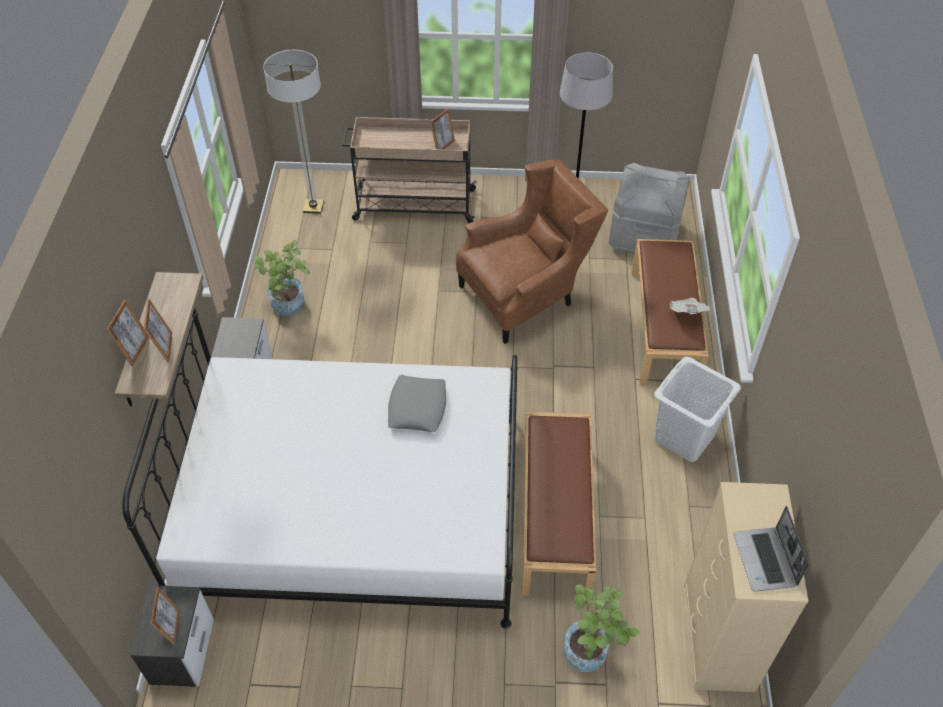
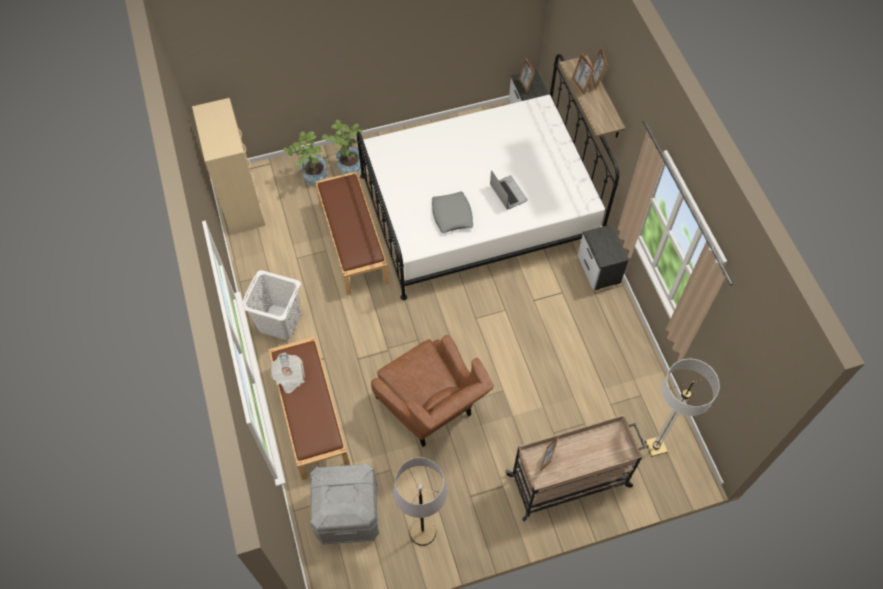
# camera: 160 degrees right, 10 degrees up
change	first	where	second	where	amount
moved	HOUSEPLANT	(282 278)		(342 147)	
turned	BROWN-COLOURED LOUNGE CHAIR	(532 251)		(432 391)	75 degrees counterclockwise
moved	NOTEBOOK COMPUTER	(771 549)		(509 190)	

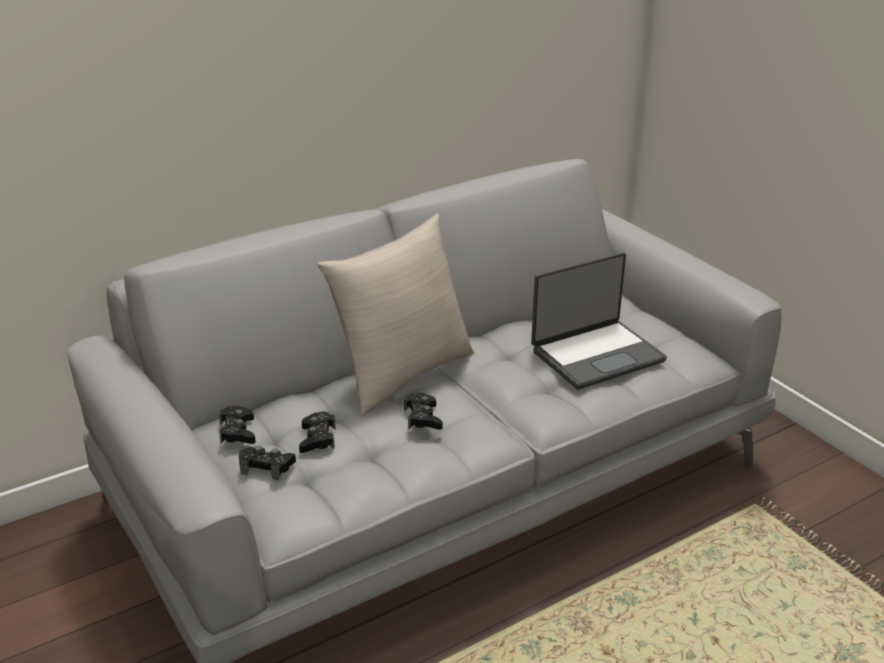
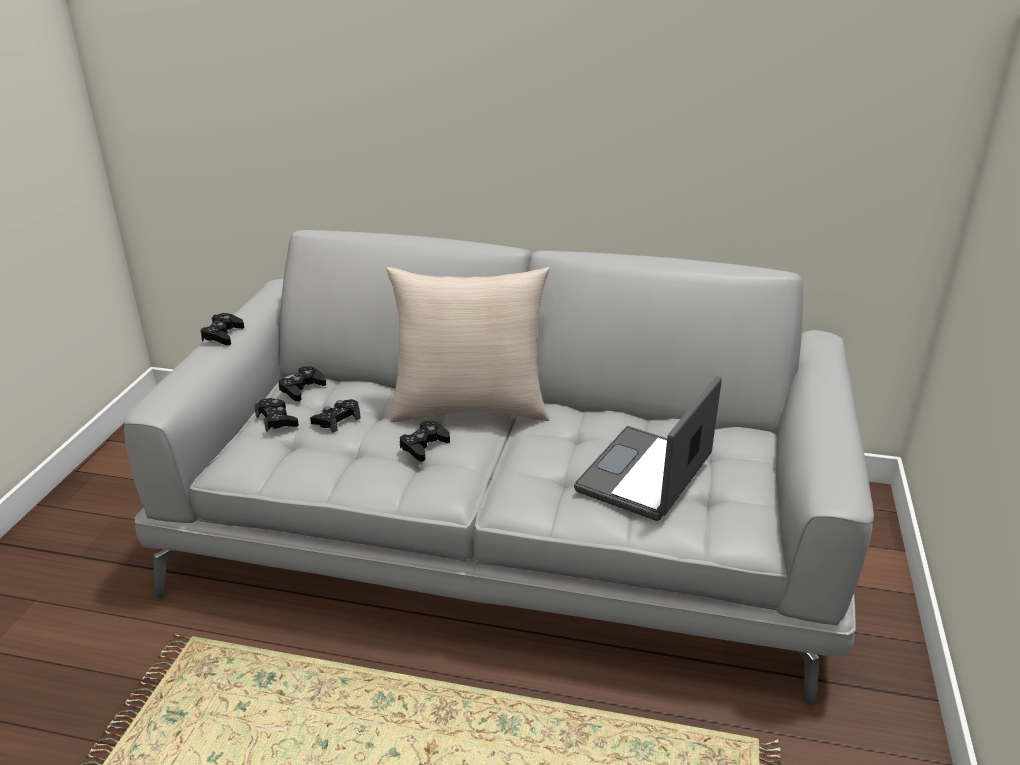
# camera: 45 degrees right, 0 degrees up
change	first	where	second	where	amount
turned	NOTEBOOK COMPUTER	(599 321)		(648 448)	105 degrees clockwise
added			BLACK-COLOURED GAME CONTROLLER	(222 329)	

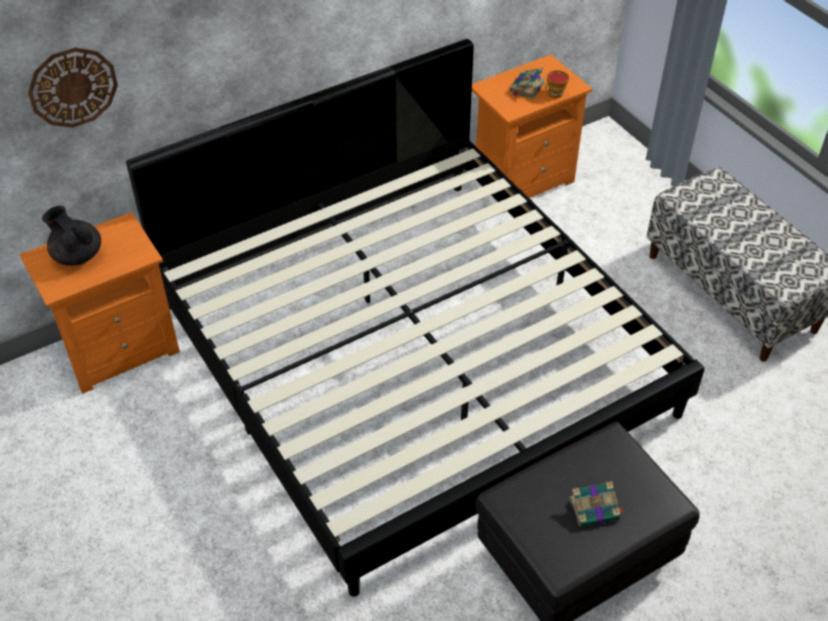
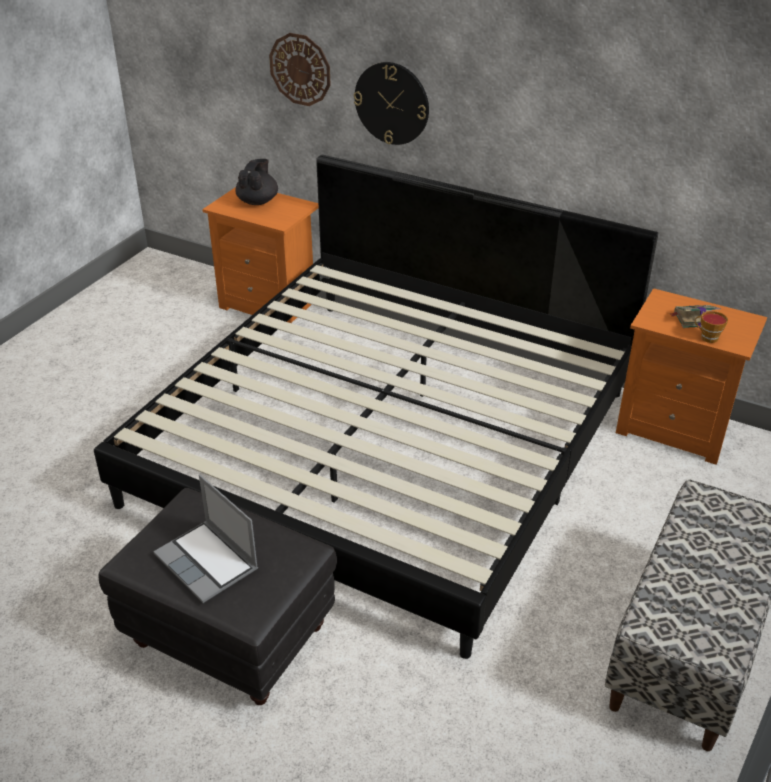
# camera: 60 degrees right, 10 degrees down
change	first	where	second	where	amount
replaced	BOOK	(597 504)	NOTEBOOK COMPUTER	(205 539)	
added			CLOCK ON THE WALL	(391 103)	

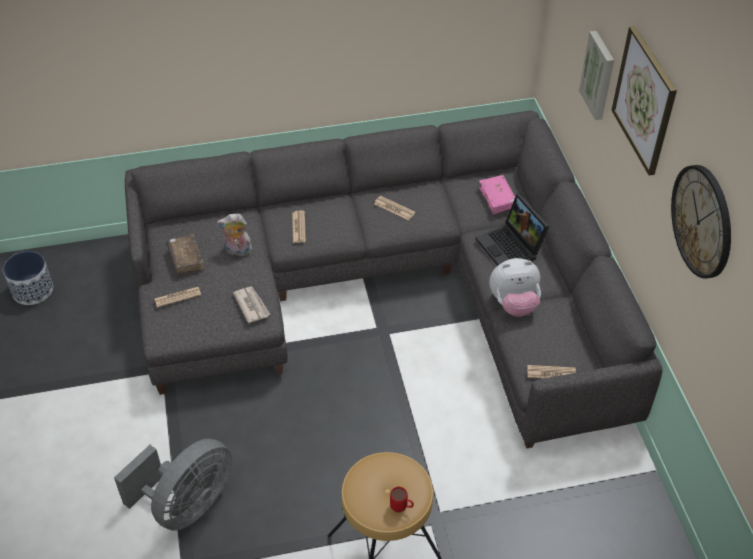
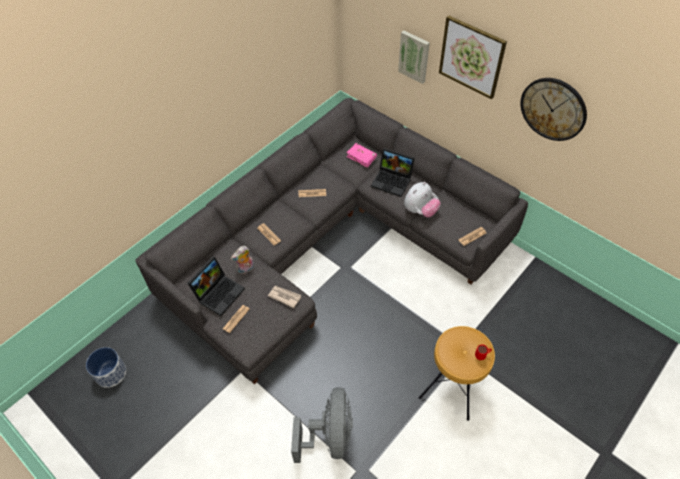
# camera: 35 degrees left, 5 degrees up
change	first	where	second	where	amount
replaced	BROWN-COLOURED BOOK	(185 254)	NOTEBOOK COMPUTER	(216 286)	

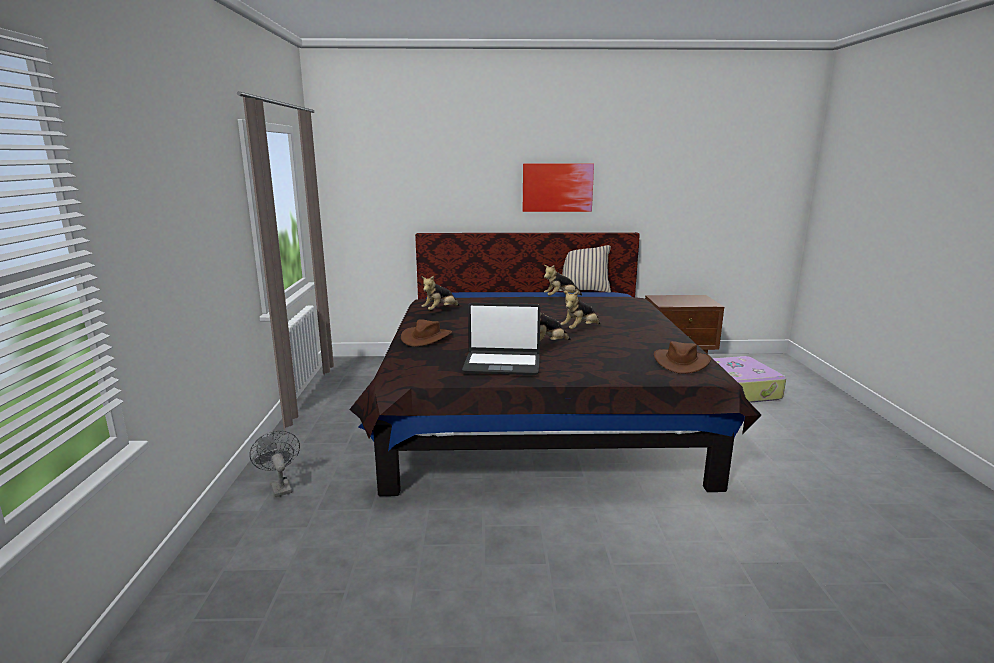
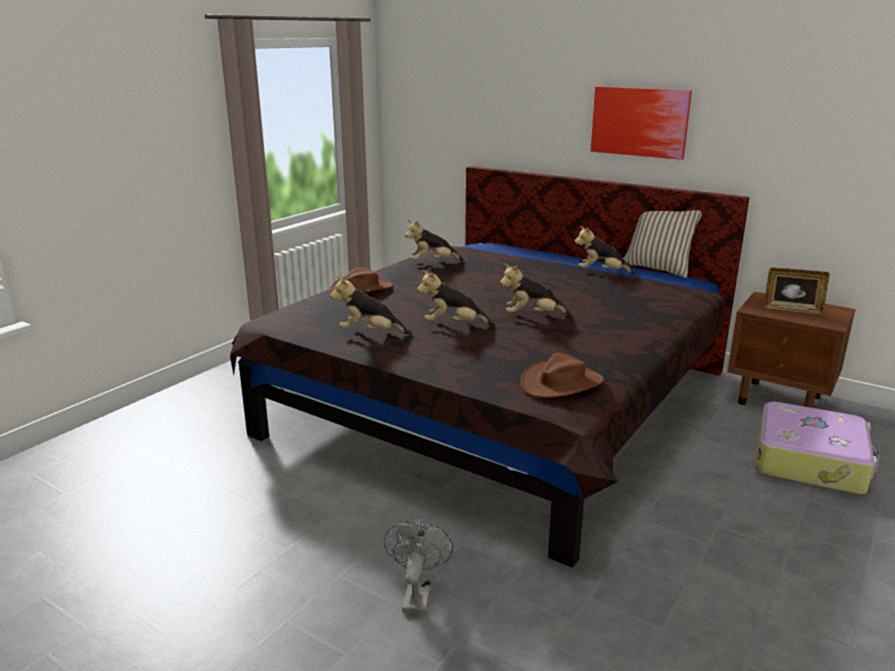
# camera: 35 degrees right, 5 degrees up
change	first	where	second	where	amount
moved	GRAY FAN	(274 463)		(418 567)	
replaced	NOTEBOOK COMPUTER	(501 339)	SOFT TOY	(371 305)	
added			PICTURE FRAME	(797 291)	

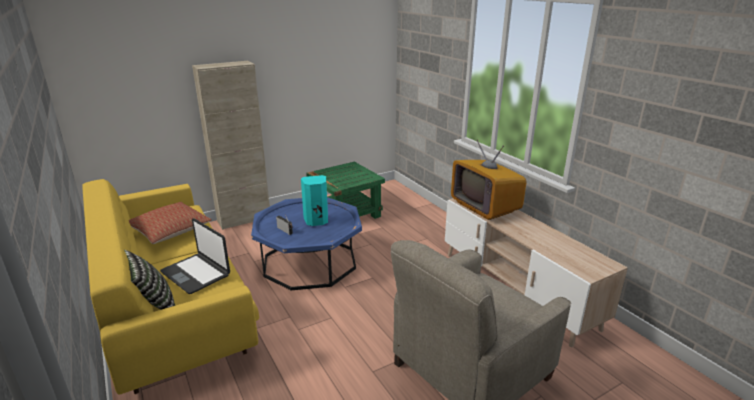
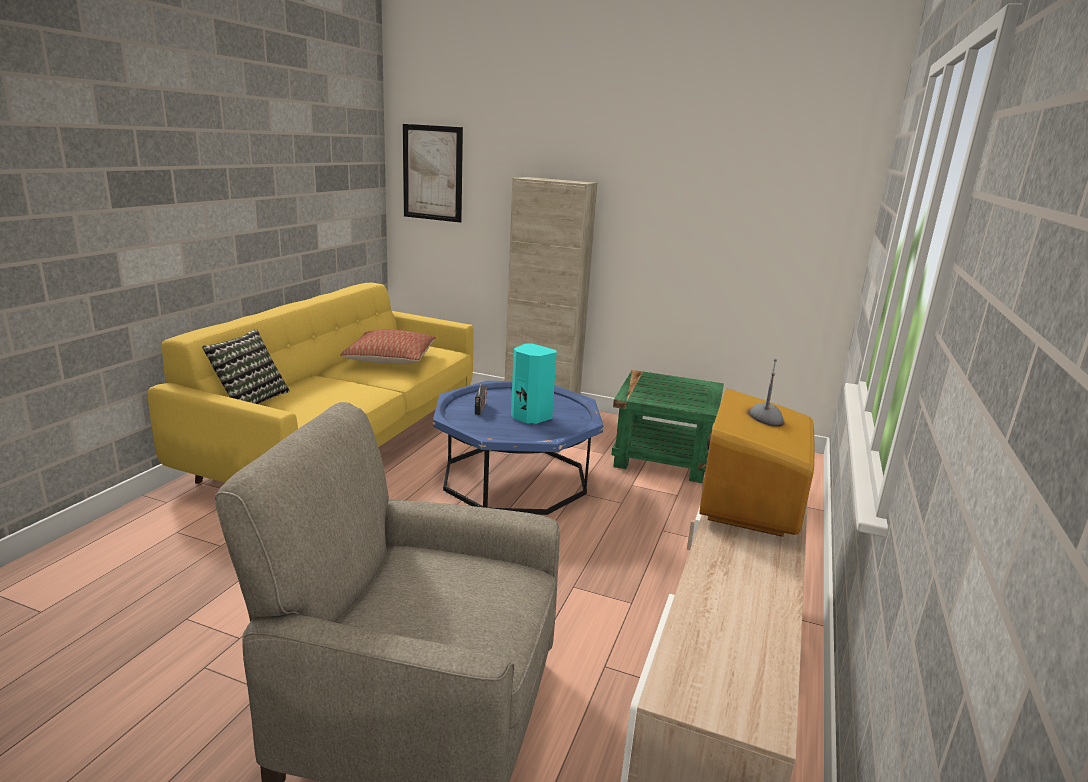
# camera: 50 degrees right, 5 degrees down
change	first	where	second	where	amount
removed	NOTEBOOK COMPUTER	(195 256)			
added			PICTURE	(433 173)	

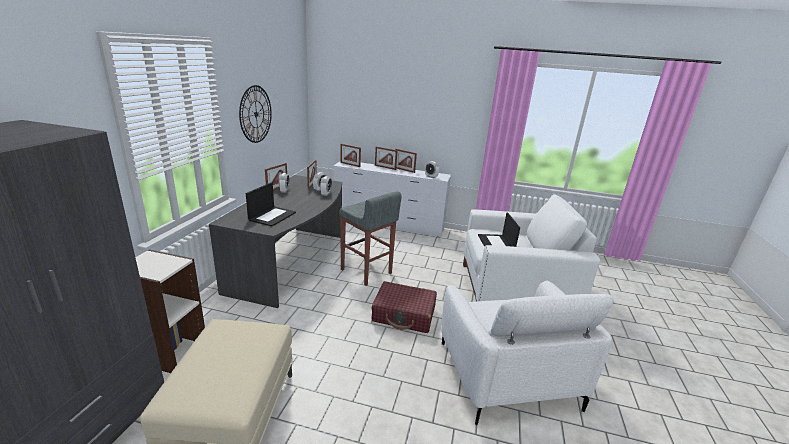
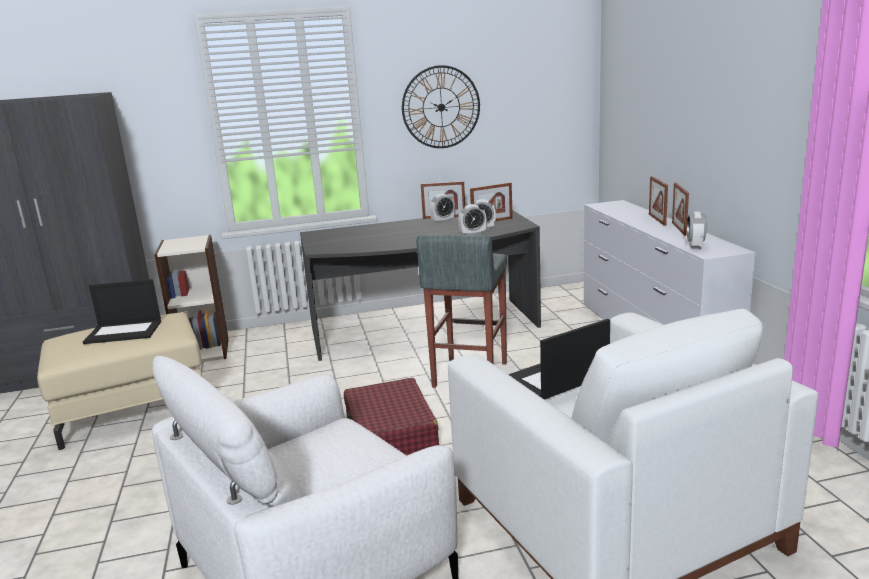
# camera: 65 degrees right, 5 degrees down
change	first	where	second	where	amount
moved	NOTEBOOK COMPUTER	(271 204)		(122 311)	
removed	PICTURE FRAME	(350 155)			

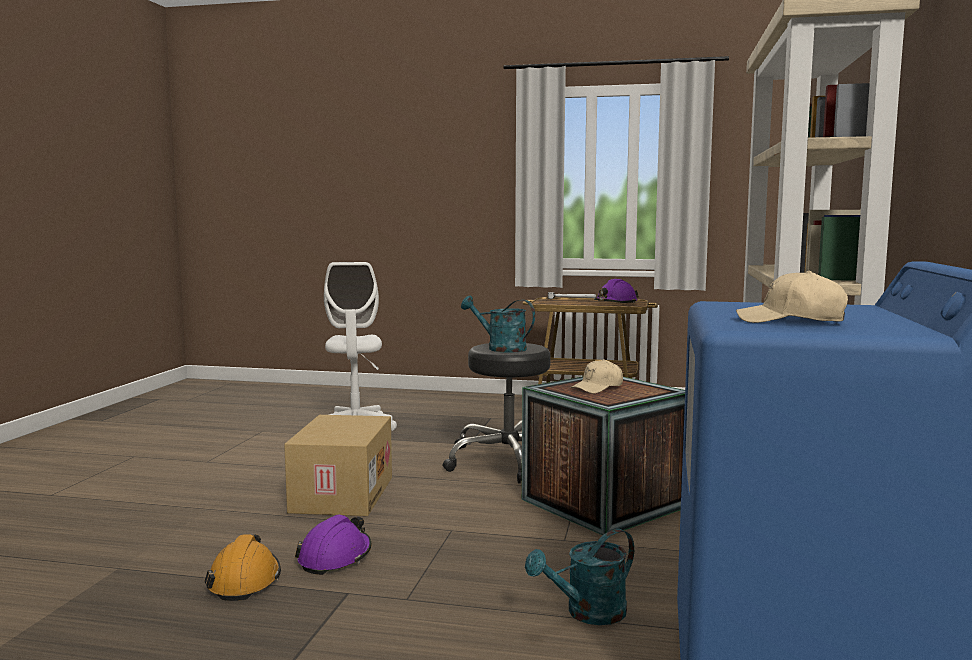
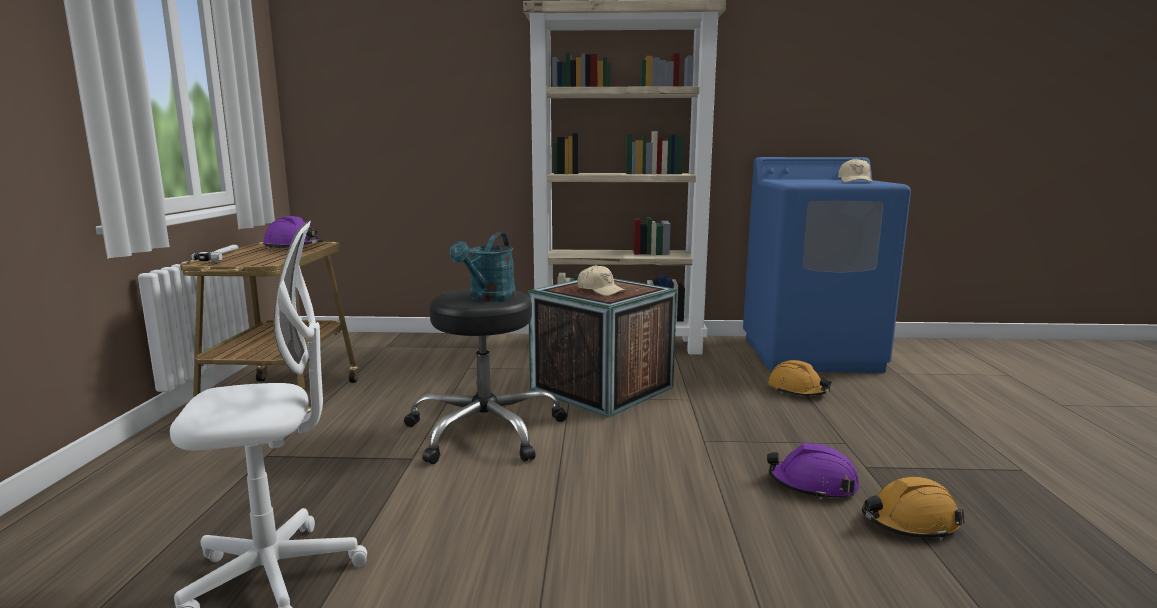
# camera: 100 degrees left, 5 degrees up
change	first	where	second	where	amount
removed	CARDBOARD BOX	(338 465)			
replaced	TURQUOISE-COLOURED WATERING POT	(579 577)	ORANGEY HARD HAT	(799 378)	

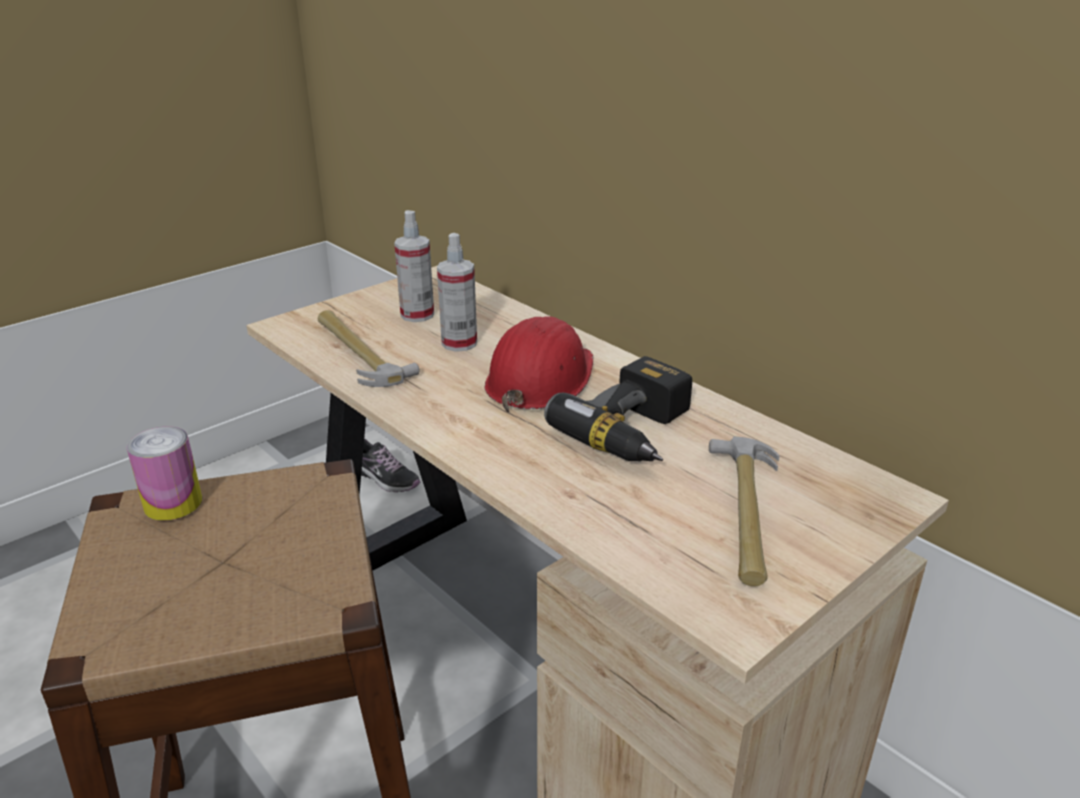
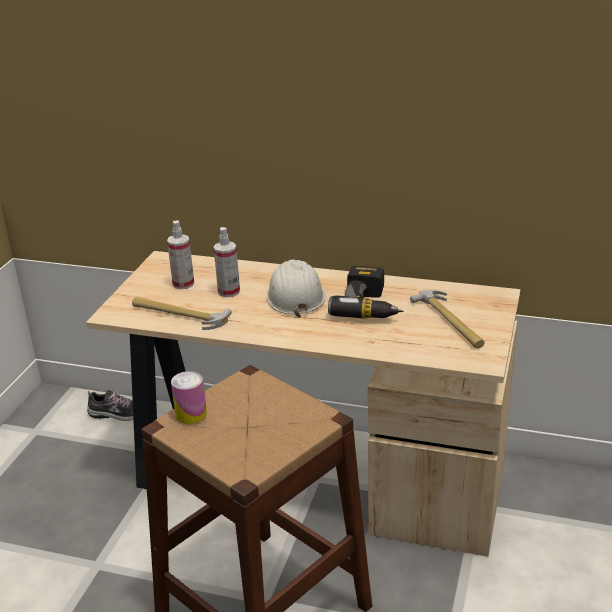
# camera: 30 degrees left, 0 degrees up
change	first	where	second	where	amount
recoloured	RED-COLOURED HARD HAT	(538 364)	WHITE-COLOURED HARD HAT	(296 288)	

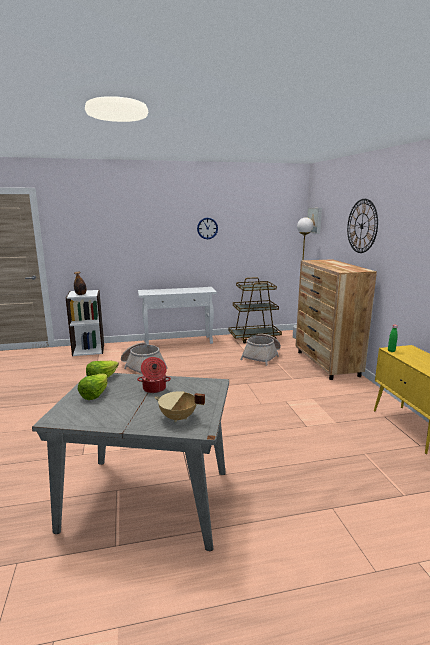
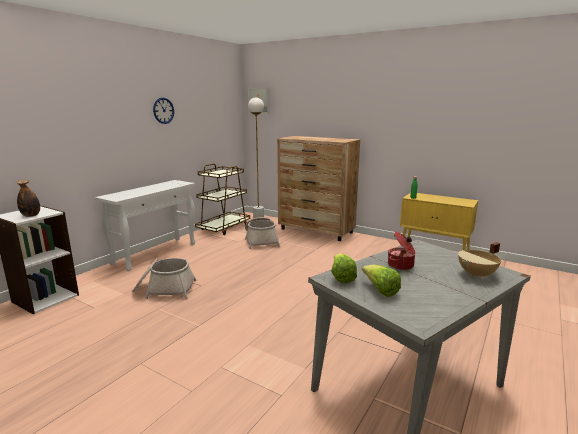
# camera: 45 degrees left, 0 degrees up
change	first	where	second	where	amount
removed	CLOCK ON THE WALL	(362 226)			

